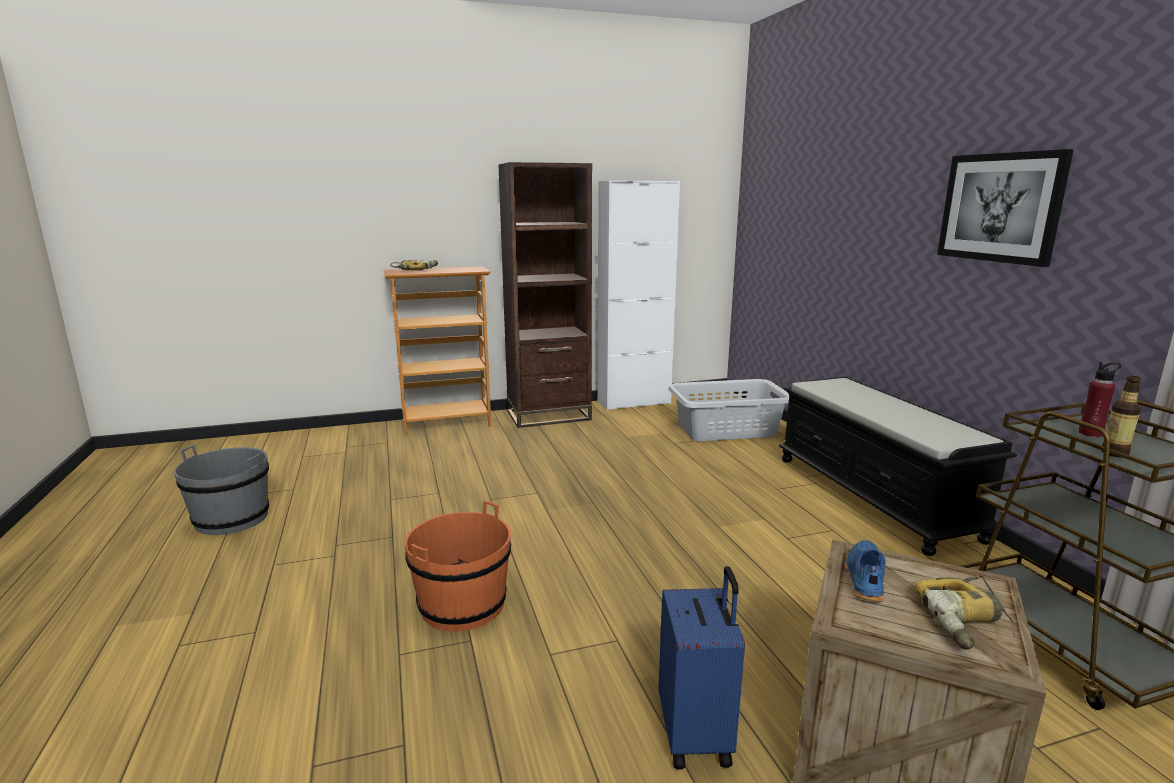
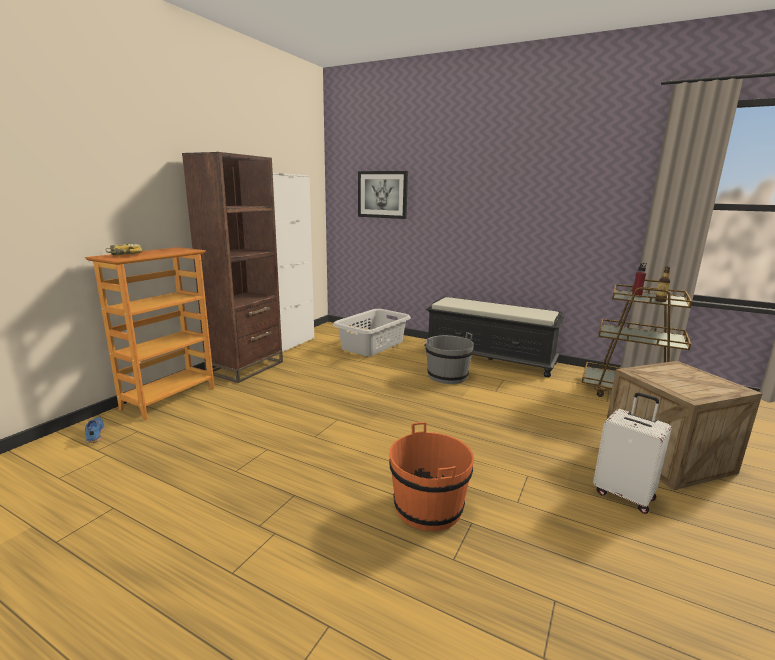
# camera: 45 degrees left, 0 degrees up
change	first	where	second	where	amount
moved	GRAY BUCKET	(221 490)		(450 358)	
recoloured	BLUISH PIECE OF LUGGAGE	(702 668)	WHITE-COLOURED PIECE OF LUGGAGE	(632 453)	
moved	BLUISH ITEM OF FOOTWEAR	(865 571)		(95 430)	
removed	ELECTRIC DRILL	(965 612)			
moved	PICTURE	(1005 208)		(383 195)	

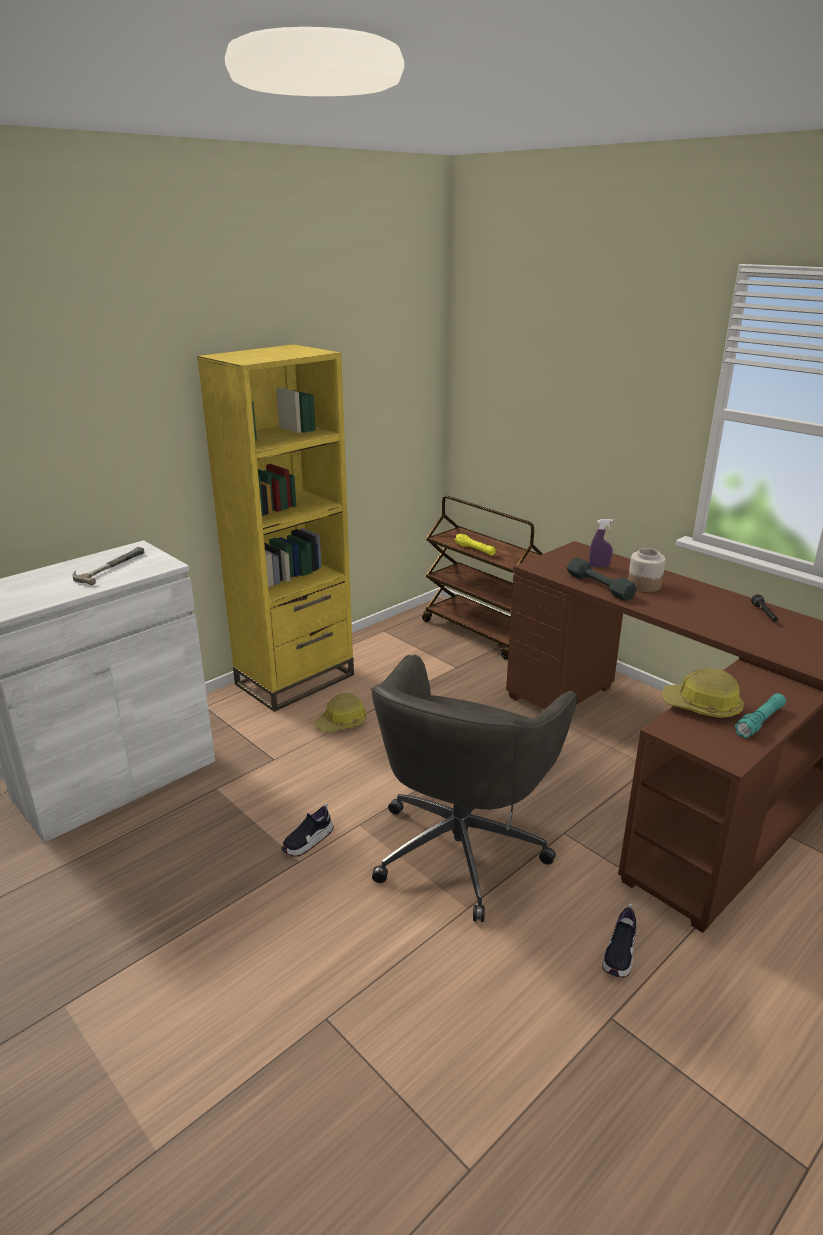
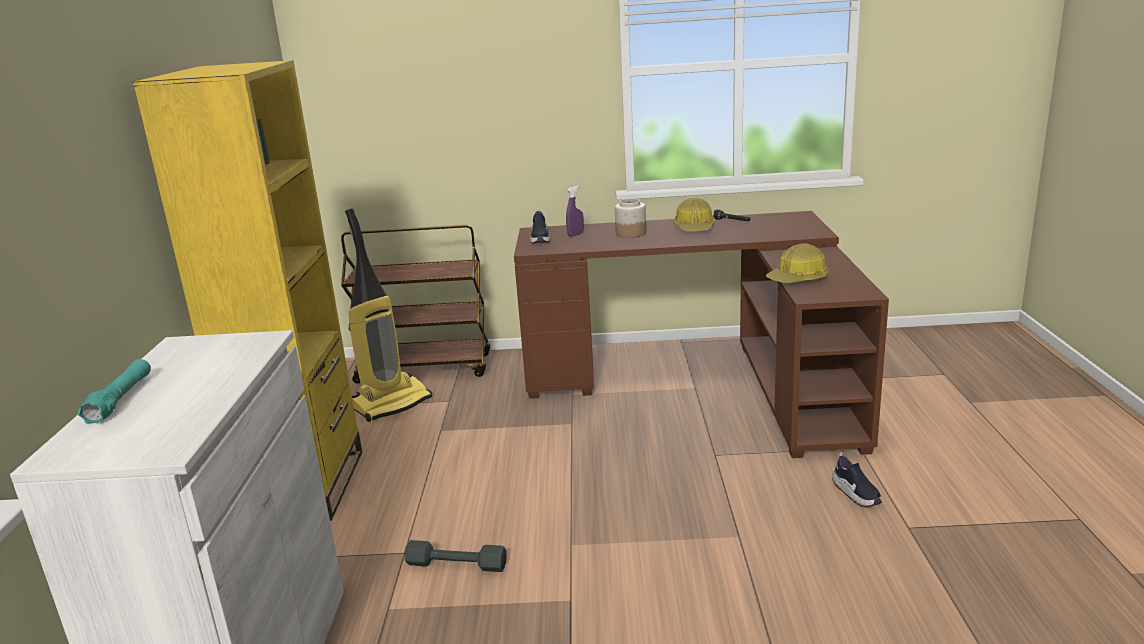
# camera: 45 degrees left, 5 degrees down
change	first	where	second	where	amount
removed	HAMMER	(108 566)			
moved	ITEM OF FOOTWEAR	(307 830)		(540 226)	
moved	HARD HAT	(340 713)		(694 214)	
removed	GRAY OFFICE CHAIR	(474 788)			
removed	YELLOW HAND TORCH	(475 544)			
moved	GRAY HAND WEIGHT	(602 579)		(456 556)	
moved	TURQUOISE-COLOURED HAND TORCH	(760 715)		(114 391)	
added			HOOVER	(388 315)	

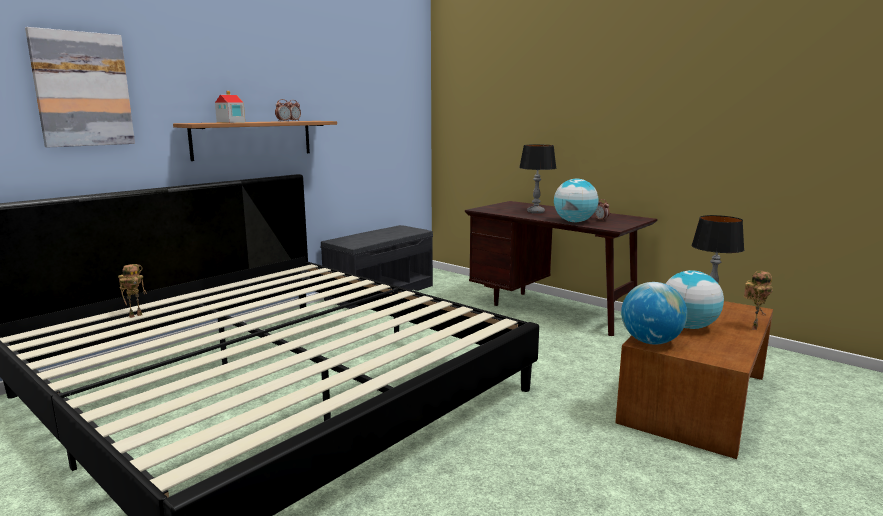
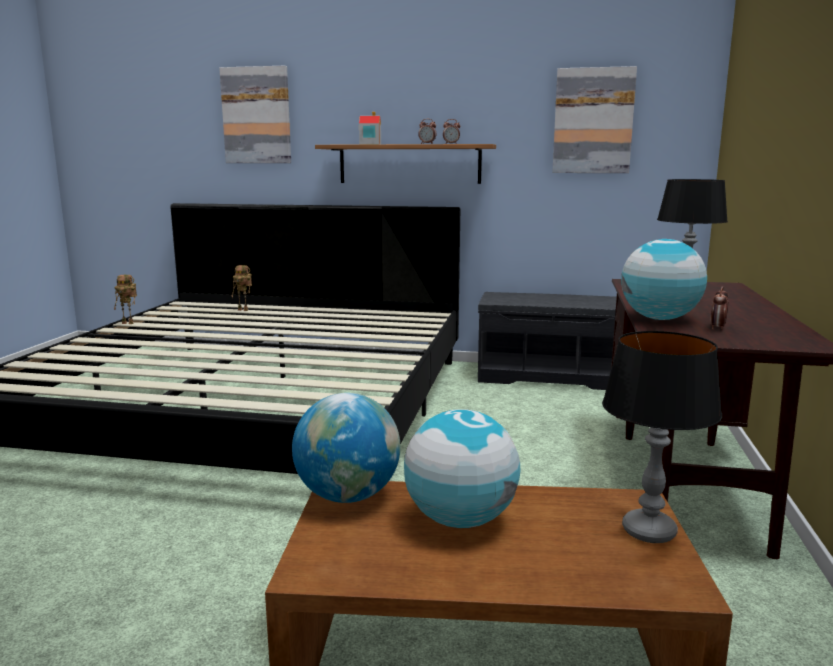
# camera: 60 degrees right, 0 degrees up
change	first	where	second	where	amount
moved	MODEL ROBOT	(758 300)		(125 299)	
added			PICTURE	(594 119)	

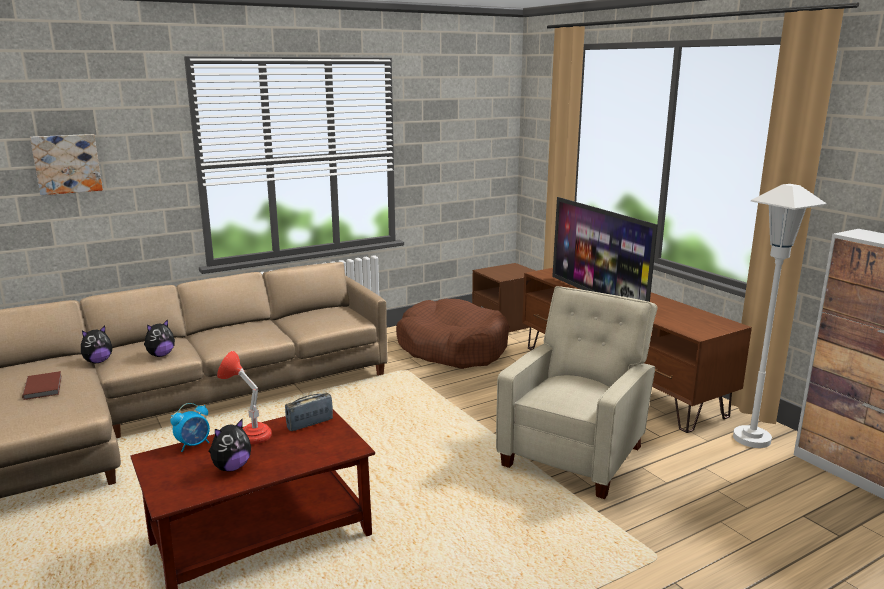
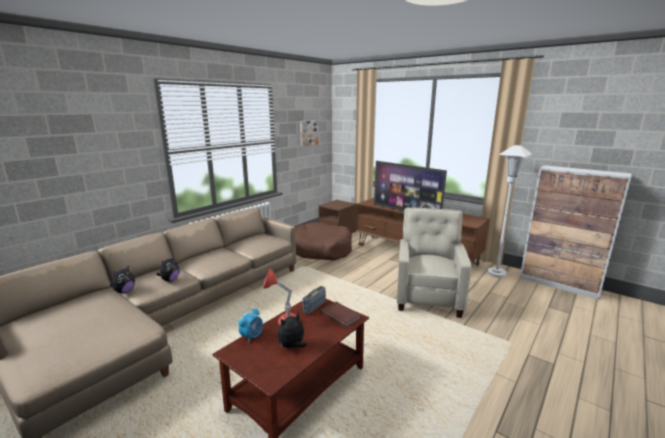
# camera: 20 degrees left, 0 degrees up
change	first	where	second	where	amount
moved	BROWN-COLOURED BOOK	(42 385)		(340 315)	
moved	PICTURE	(66 164)		(309 133)	
turned	SOFT TOY	(230 444)		(292 330)	150 degrees counterclockwise

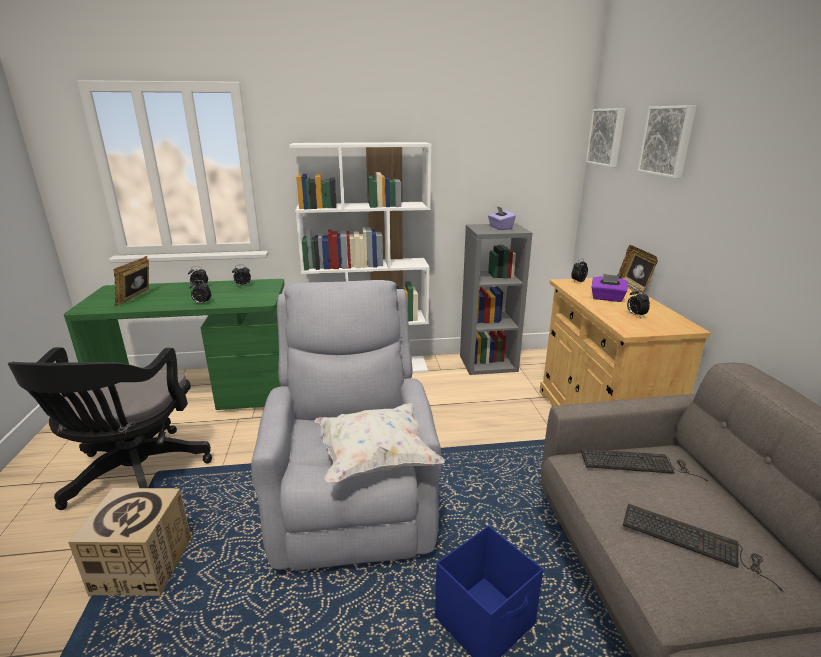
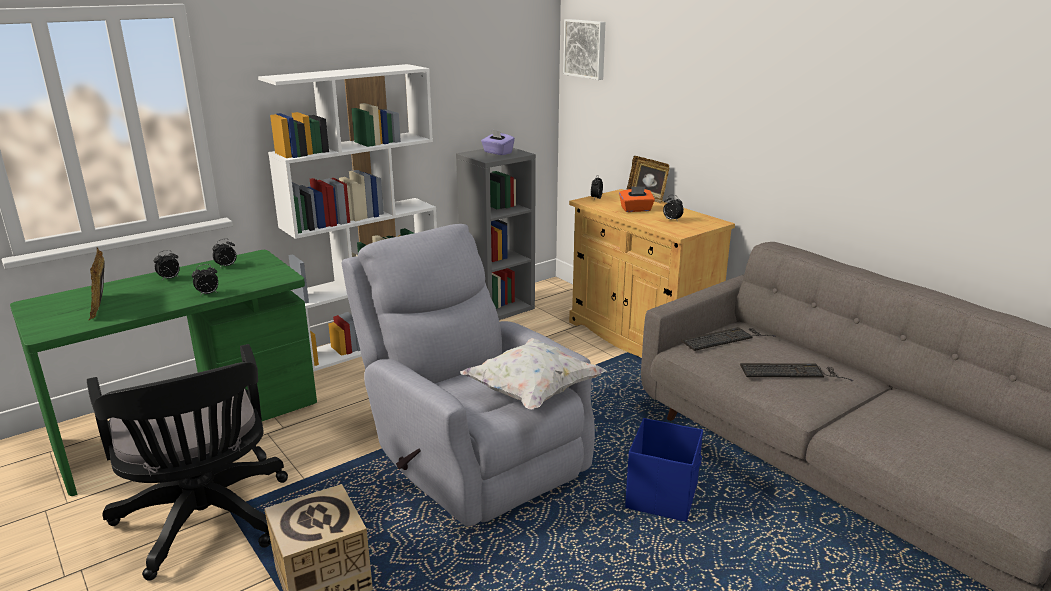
# camera: 30 degrees left, 0 degrees up
change	first	where	second	where	amount
recoloured	PURPLE-COLOURED TISSUE HOLDER	(609 288)	ORANGEY TISSUE HOLDER	(637 199)	
removed	PICTURE	(667 142)			

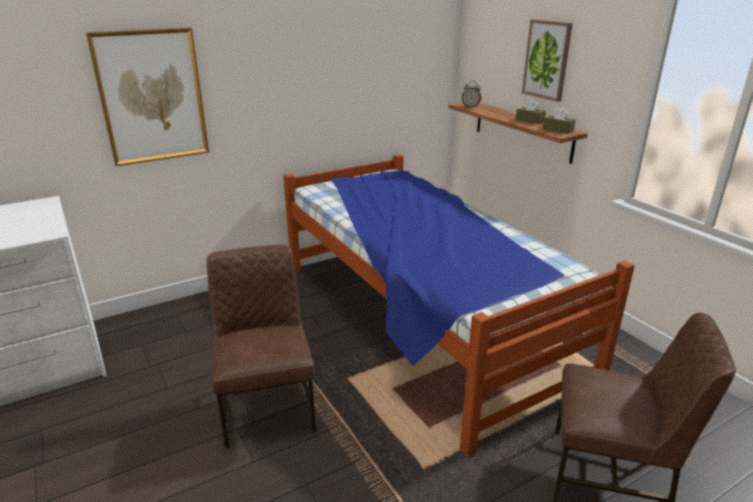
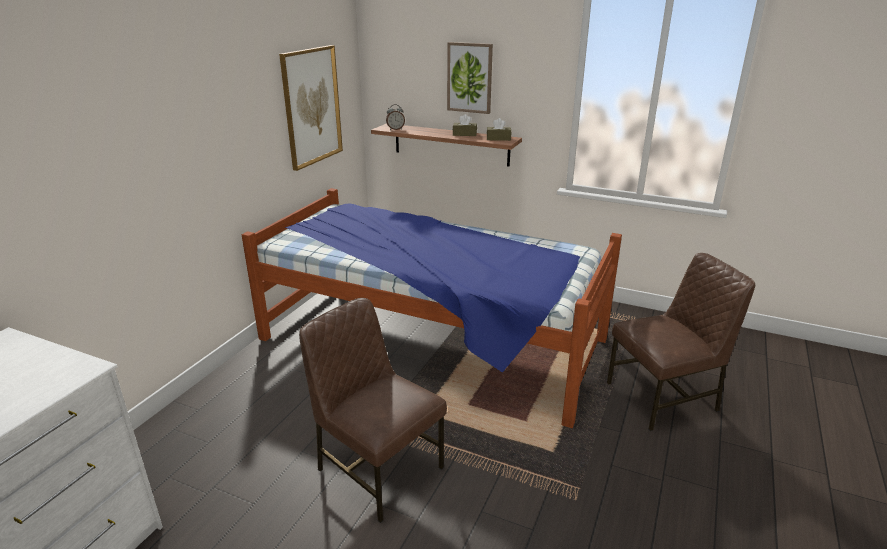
# camera: 35 degrees left, 0 degrees up
change	first	where	second	where	amount
moved	PICTURE	(147 97)		(311 108)	

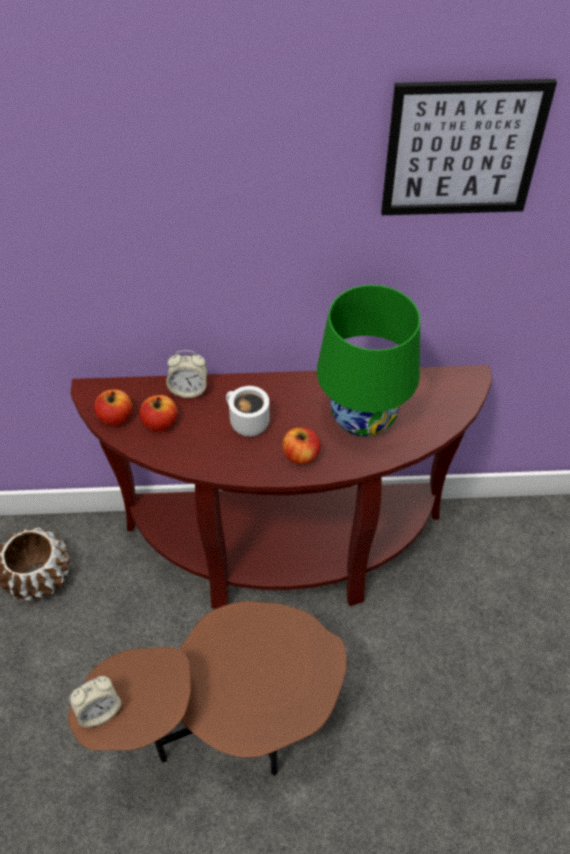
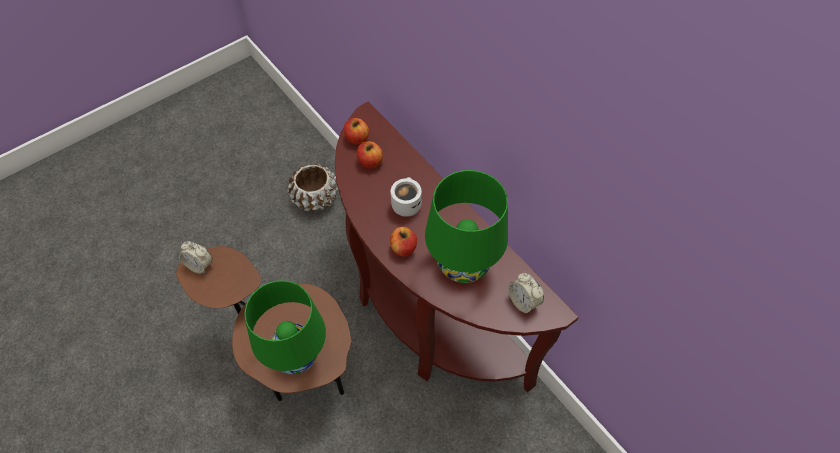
# camera: 55 degrees right, 5 degrees up
change	first	where	second	where	amount
moved	BEDSIDE CLOCK	(186 374)		(526 293)	
removed	PICTURE	(469 147)			
added			GREENISH TABLETOP LAMP	(285 327)	

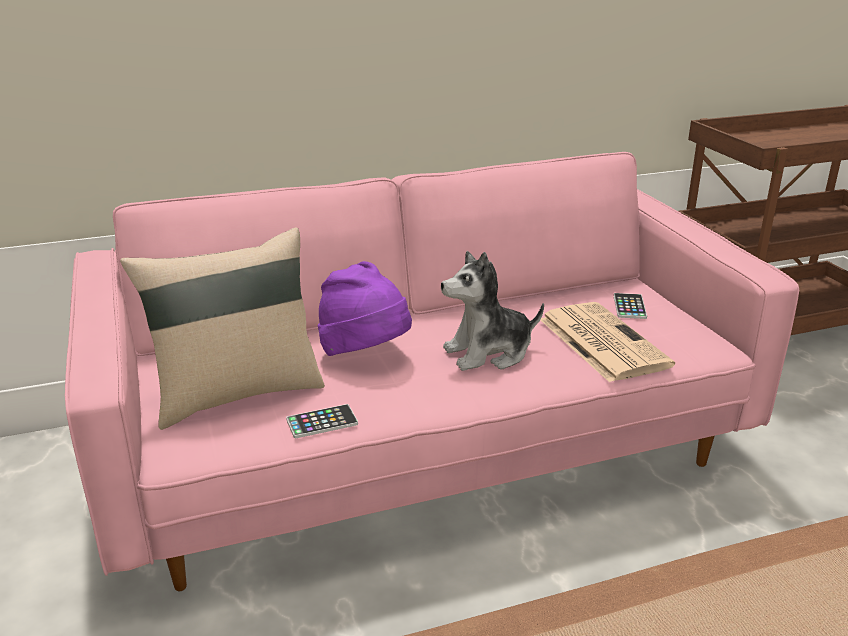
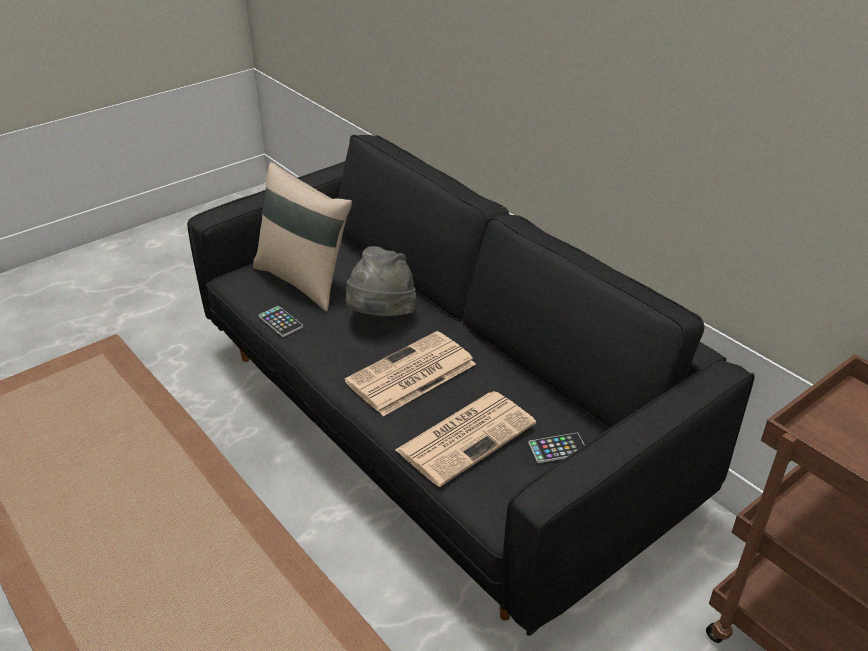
# camera: 70 degrees right, 10 degrees up
change	first	where	second	where	amount
recoloured	PINK SOFA	(432 371)	BLACK-COLOURED SOFA	(471 385)	
recoloured	PURPLE-COLOURED CLOTHING HAT	(365 308)	GRAY CLOTHING HAT	(381 281)	
replaced	SOFT TOY	(492 311)	PRINTED PAPER	(410 373)	

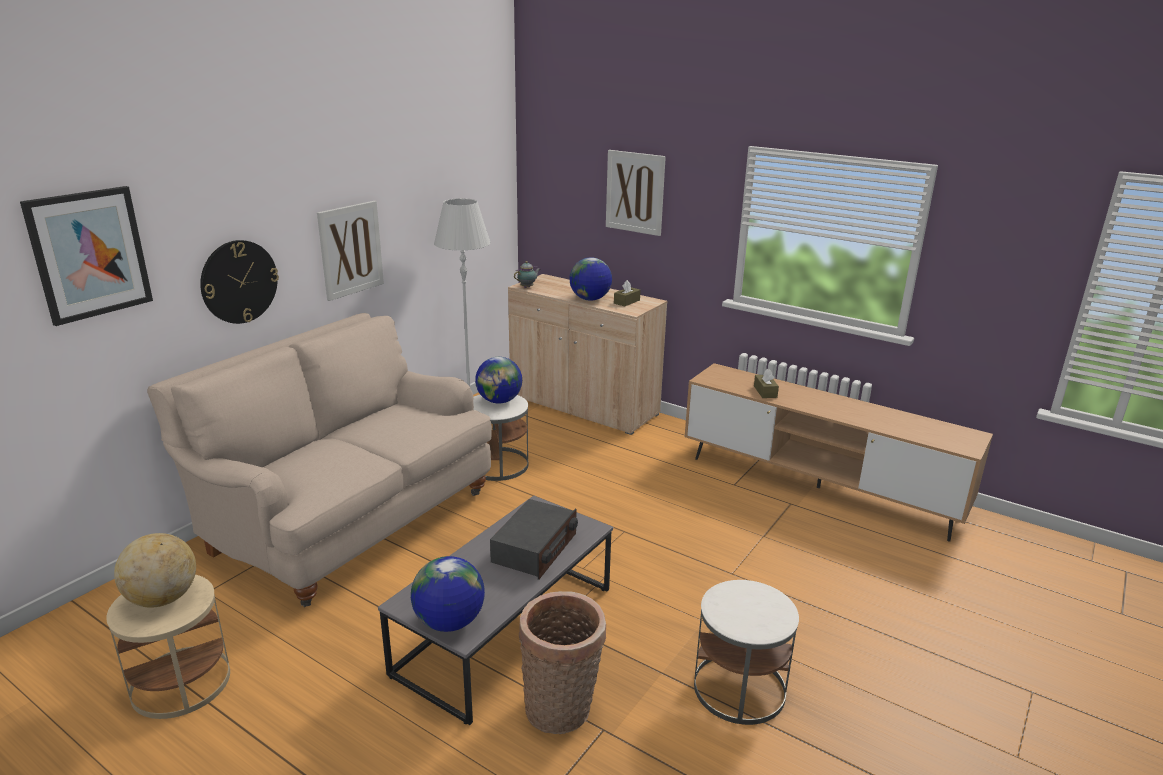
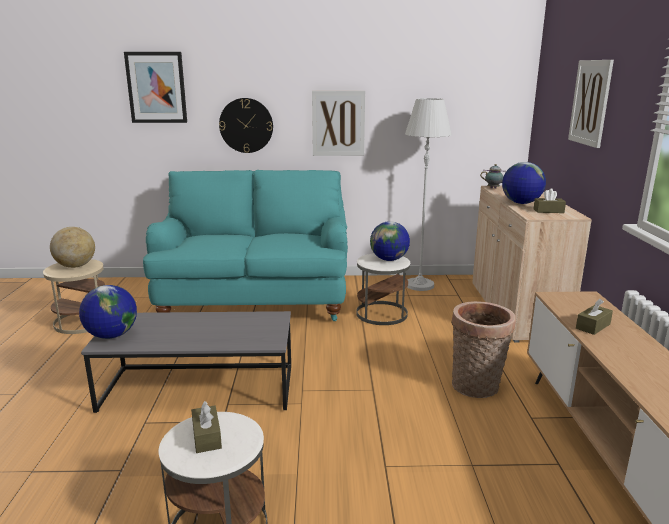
# camera: 55 degrees right, 5 degrees down
change	first	where	second	where	amount
recoloured	BEIGE SOFA	(319 460)	TURQUOISE-COLOURED SOFA	(245 245)	
removed	RADIO	(534 539)			
moved	STORAGE BASKET	(562 662)		(484 349)	
added			BROWN-COLOURED TISSUE HOLDER	(206 427)	

